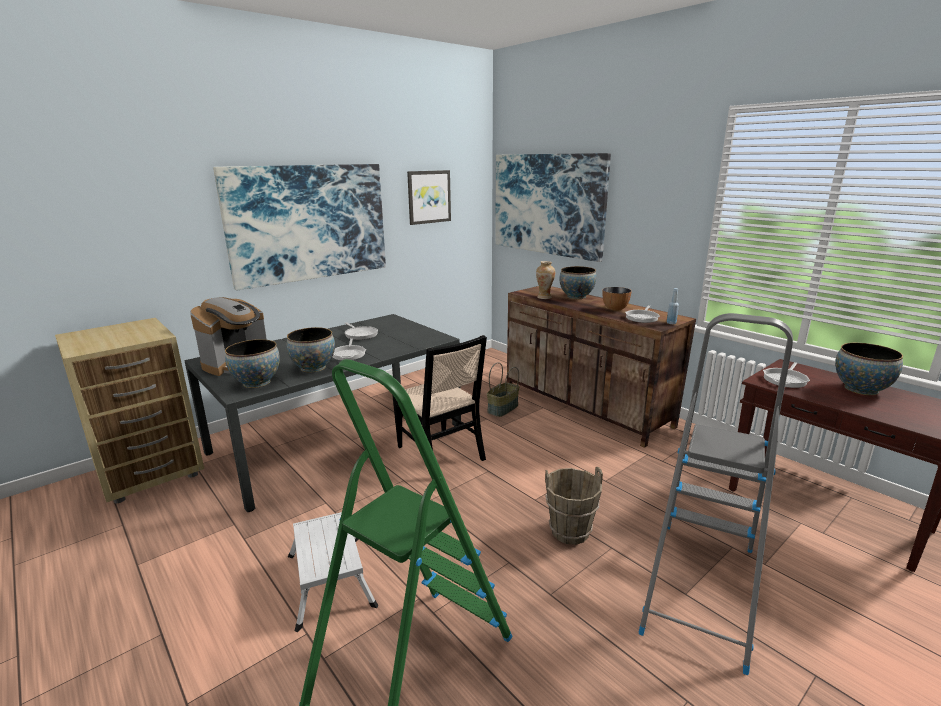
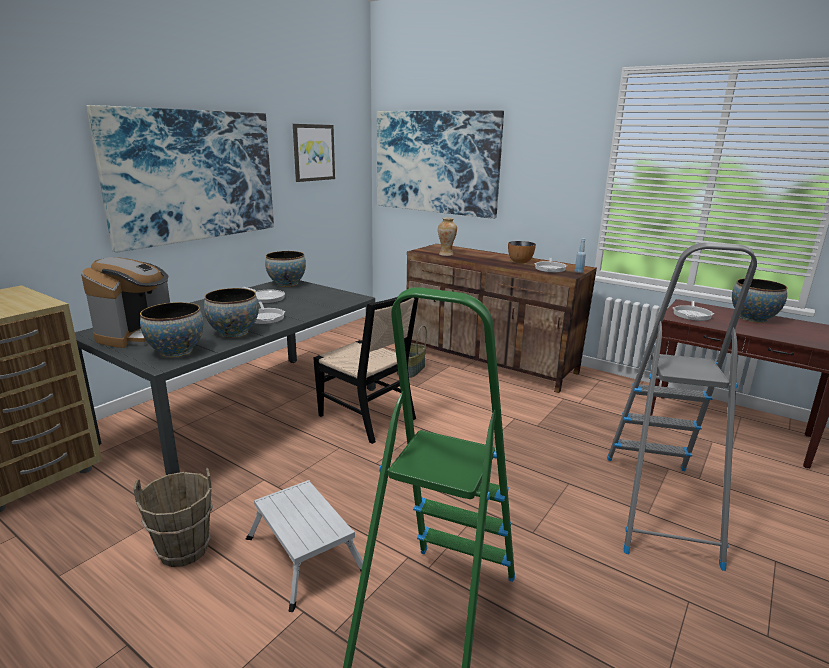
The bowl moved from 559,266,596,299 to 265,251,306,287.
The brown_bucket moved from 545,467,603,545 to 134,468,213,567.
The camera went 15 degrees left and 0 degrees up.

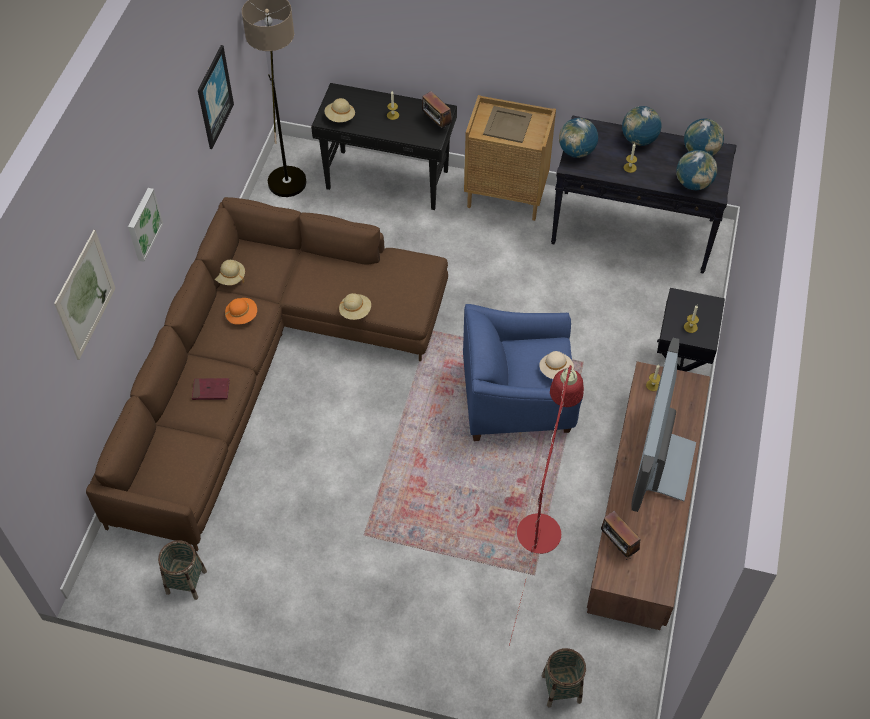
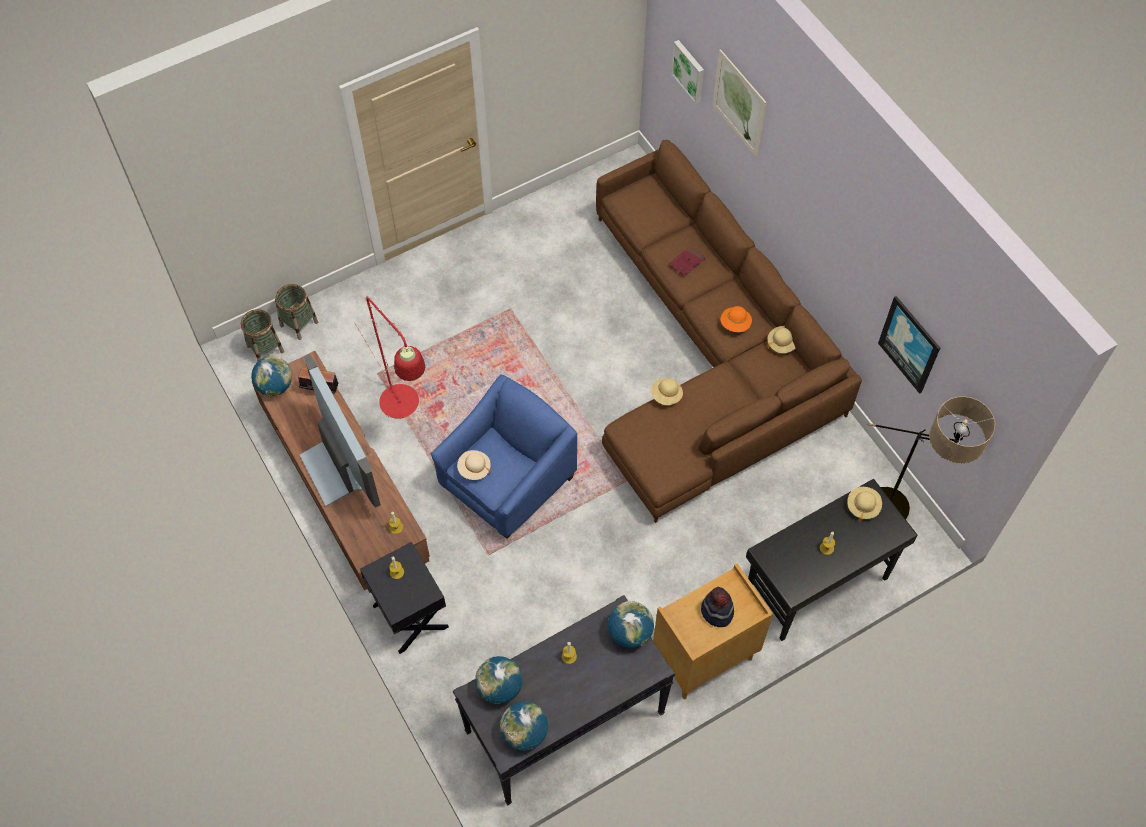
The radio at 422,91,452,129 disappeared.
The beige_tray at 483,106,532,143 was replaced by the hat at 701,587,734,627.
The globe moved from 622,106,661,146 to 251,356,292,396.
The picture moved from 128,188,163,262 to 671,40,704,104.
The basket moved from 158,540,207,600 to 241,309,284,361.
The camera went 135 degrees right and 5 degrees up.

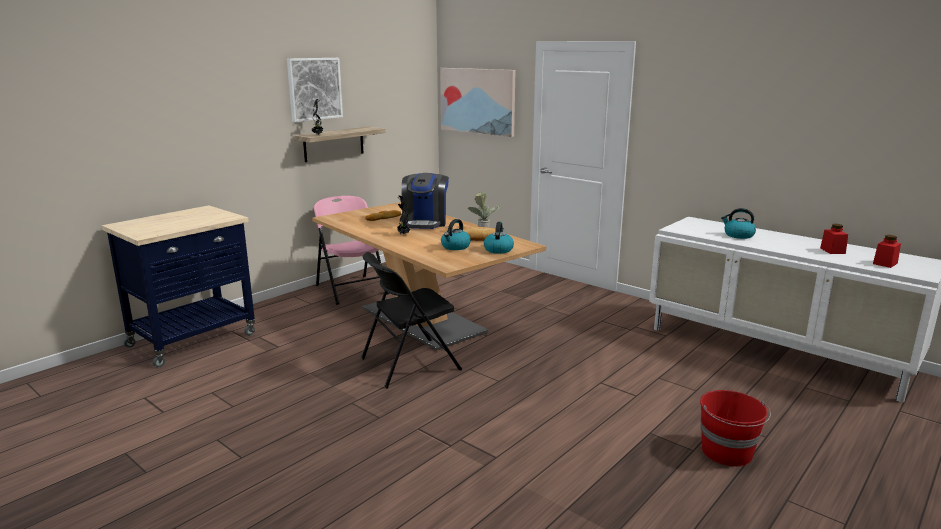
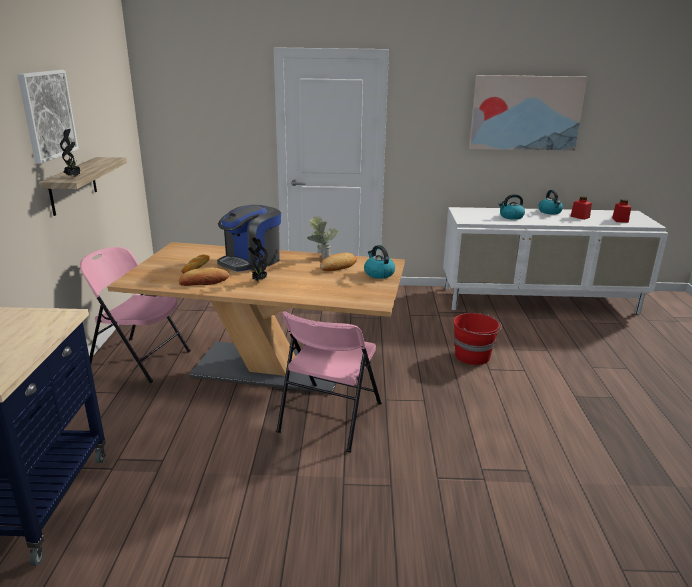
The picture moved from 440,68,515,137 to 469,75,588,151.
The coffee_machine at 401,173,449,229 turned 75 degrees clockwise.
The kettle moved from 441,219,471,250 to 538,190,563,214.
The black_chair at 361,252,462,389 became the pink_chair at 276,312,382,453.
The red_bucket moved from 700,390,771,467 to 453,313,502,365.
The bread at 179,267,229,286 appeared.
The camera went 40 degrees left and 5 degrees up.

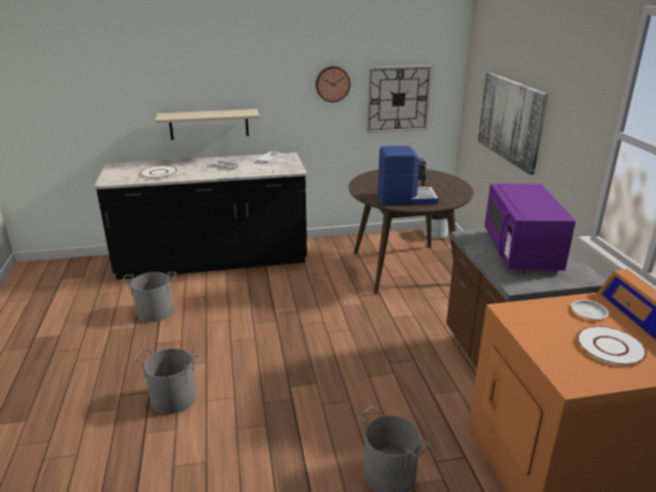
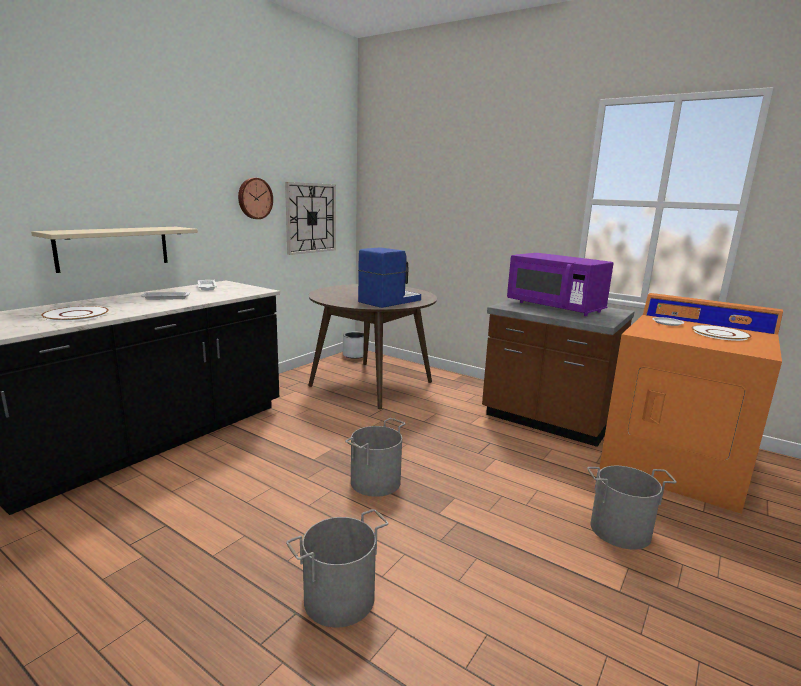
The picture at 478,72,548,175 disappeared.
The grey_bucket moved from 122,272,176,322 to 345,418,406,497.
The camera went 45 degrees left and 10 degrees down.

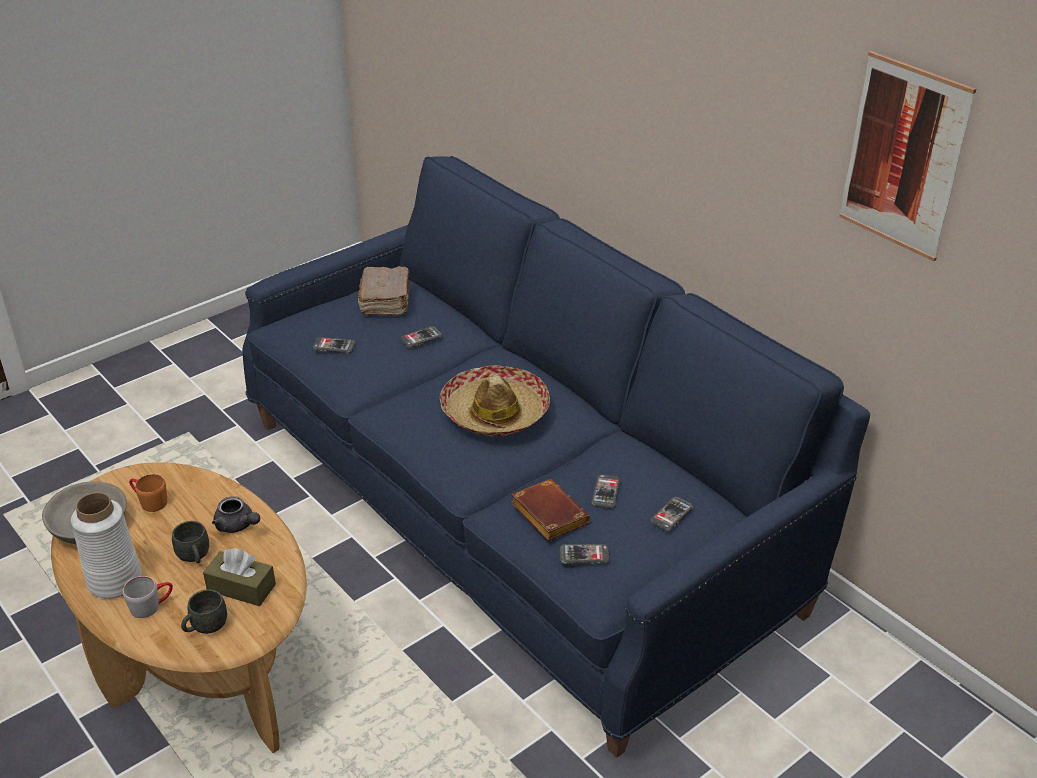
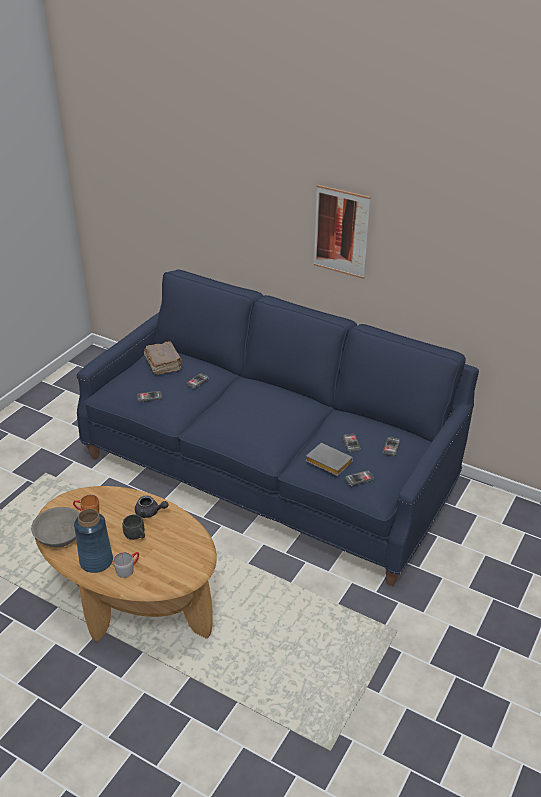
The picture moved from 839,51,976,261 to 314,185,371,279.
The hat at 440,365,550,436 disappeared.
The brown_book at 511,479,590,541 became the grey_book at 305,443,353,476.
The white_vase at 71,493,142,599 became the blue_vase at 74,509,113,573.
The brown_tissue_box at 203,548,276,606 disappeared.
The grey_mug at 181,589,227,634 disappeared.
The camera went 20 degrees left and 0 degrees up.

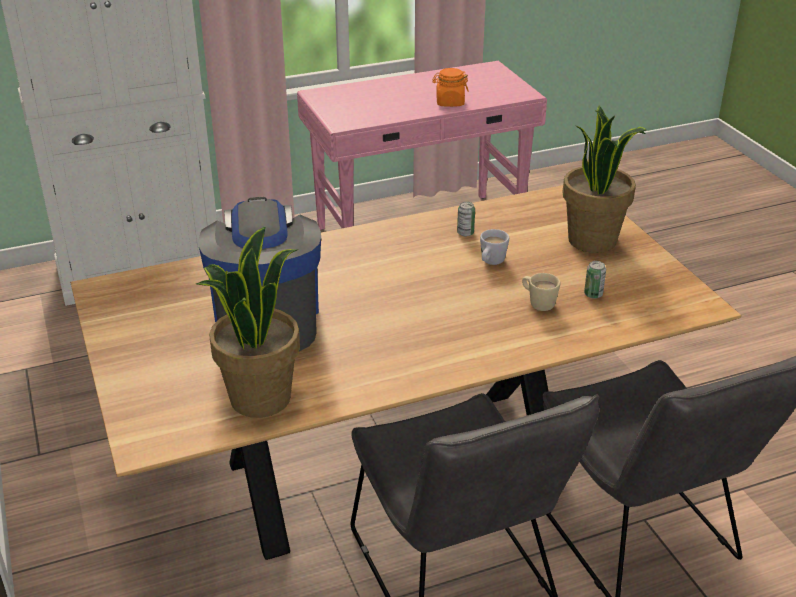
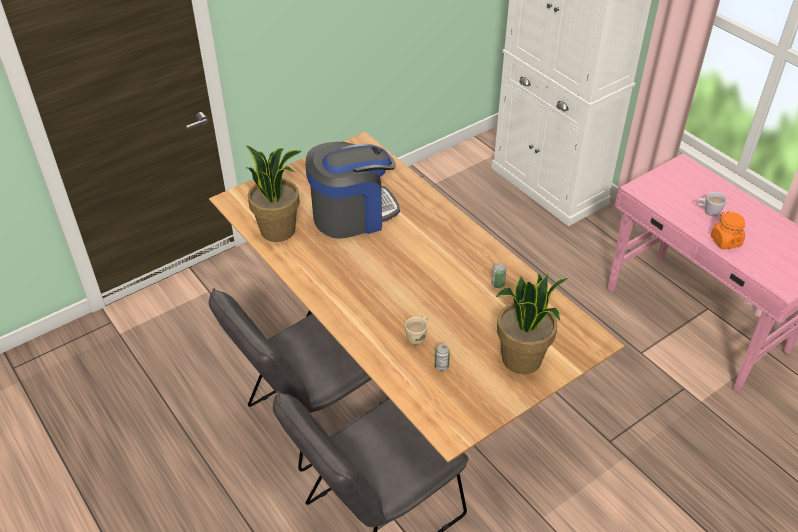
The white_mug moved from 480,229,509,265 to 697,192,727,216.
The camera went 75 degrees right and 10 degrees up.

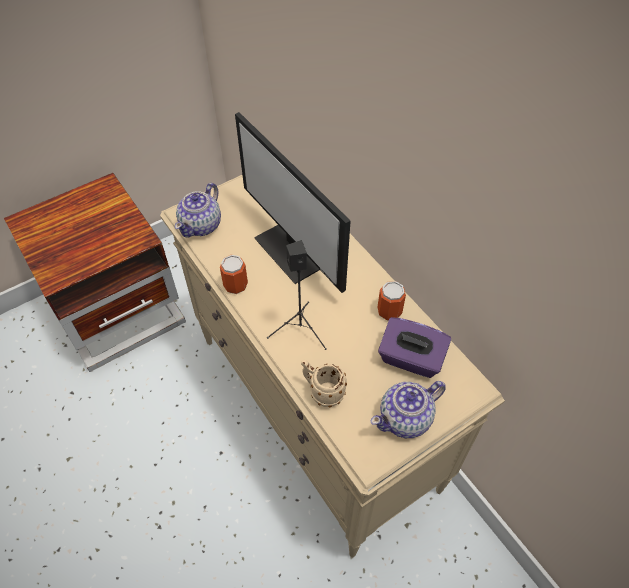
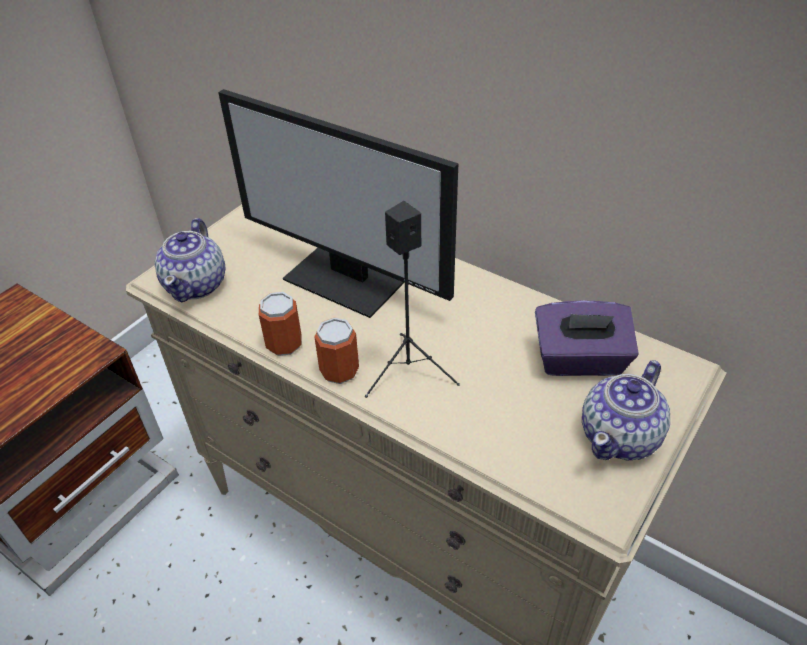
The can moved from 377,281,406,321 to 314,317,359,384.
The beige_mug at 301,360,347,407 disappeared.
The camera went 20 degrees left and 10 degrees down.

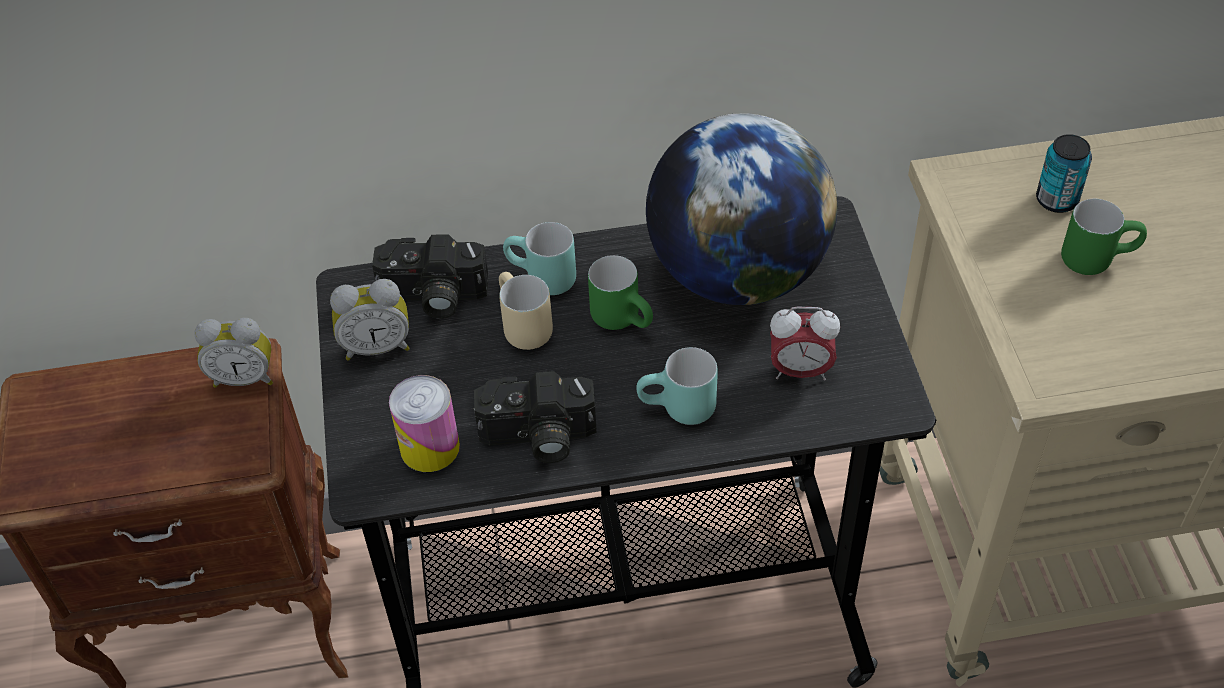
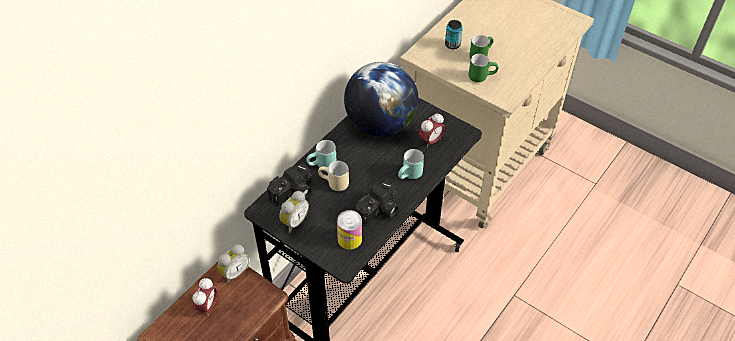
The green_mug moved from 588,255,653,330 to 469,54,498,82.
The alarm_clock at 192,278,217,316 appeared.
The camera went 45 degrees left and 0 degrees up.

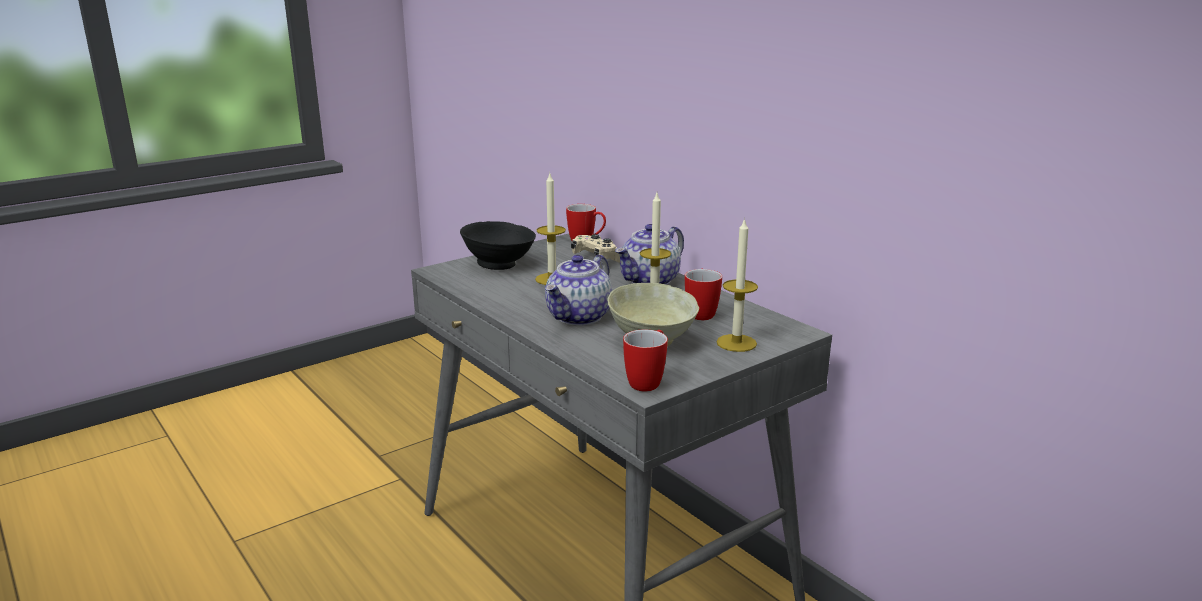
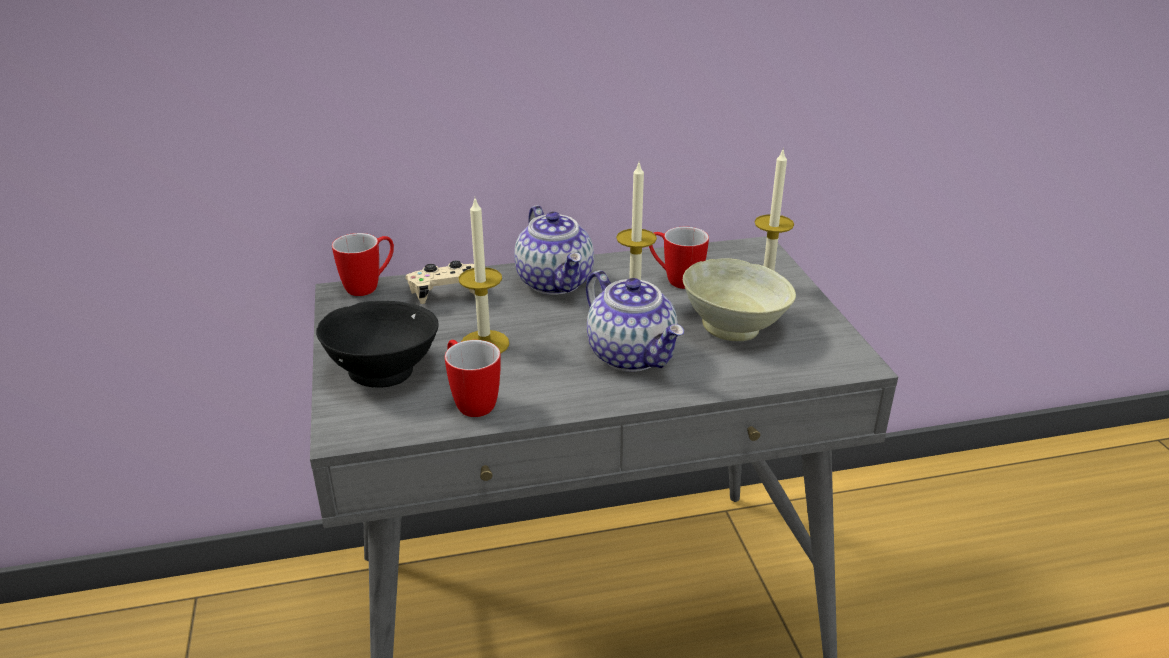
The mug moved from 623,329,668,391 to 445,340,501,417.
The camera went 65 degrees left and 10 degrees up.

